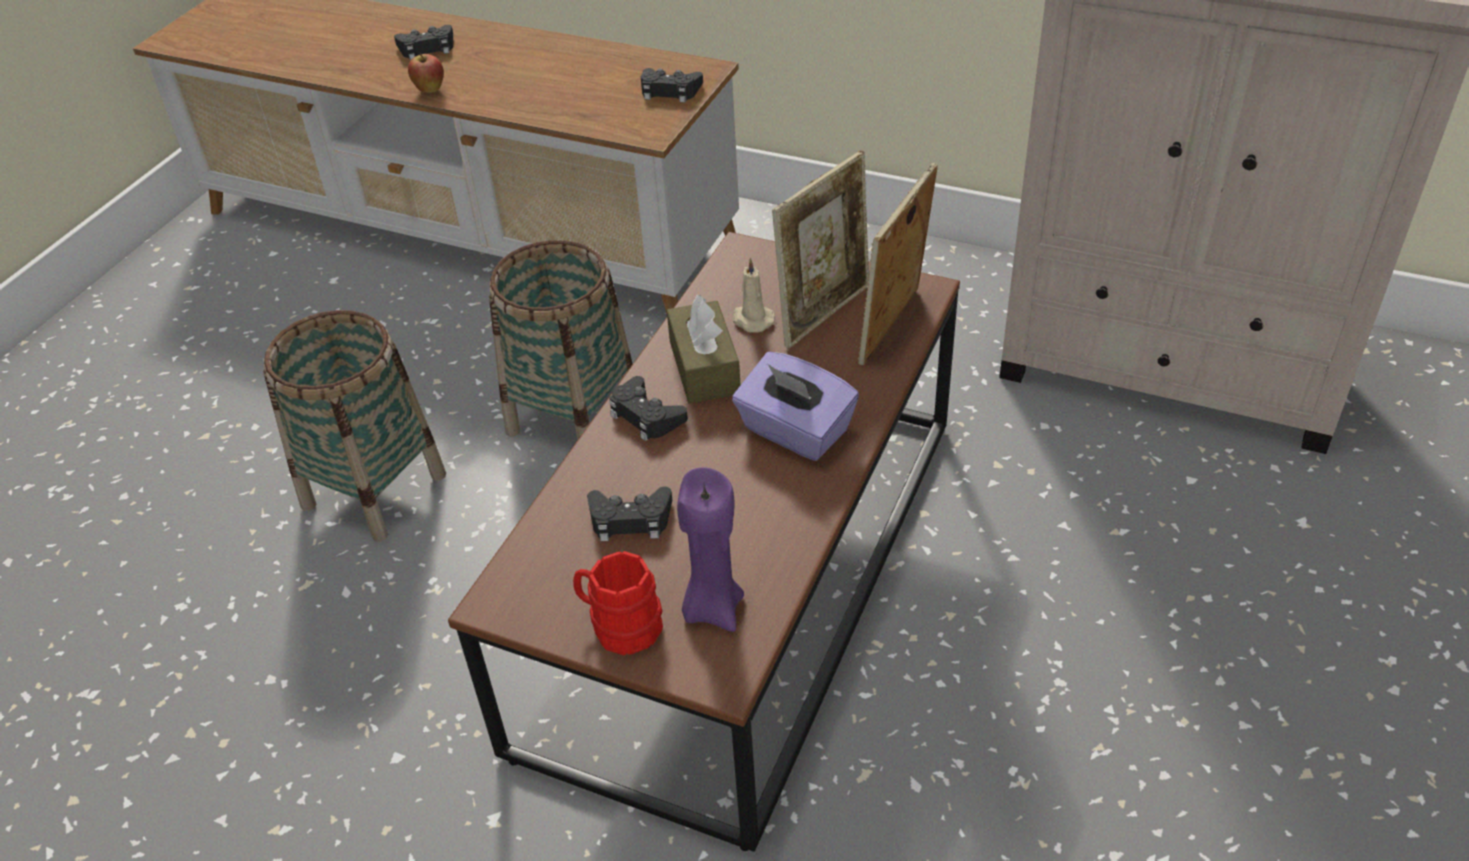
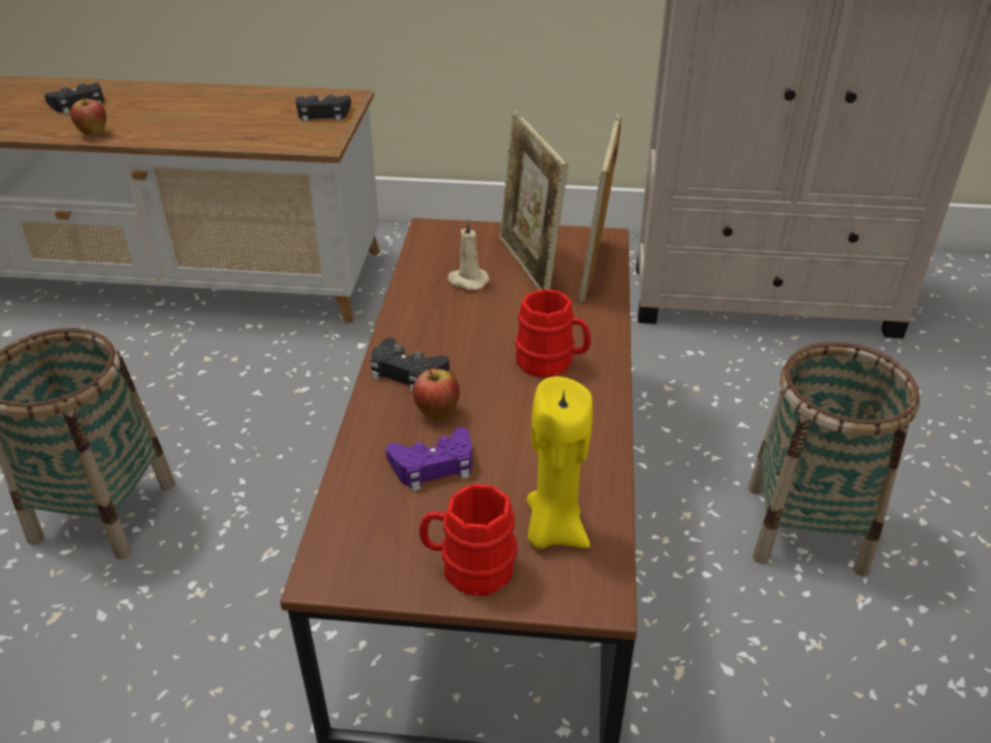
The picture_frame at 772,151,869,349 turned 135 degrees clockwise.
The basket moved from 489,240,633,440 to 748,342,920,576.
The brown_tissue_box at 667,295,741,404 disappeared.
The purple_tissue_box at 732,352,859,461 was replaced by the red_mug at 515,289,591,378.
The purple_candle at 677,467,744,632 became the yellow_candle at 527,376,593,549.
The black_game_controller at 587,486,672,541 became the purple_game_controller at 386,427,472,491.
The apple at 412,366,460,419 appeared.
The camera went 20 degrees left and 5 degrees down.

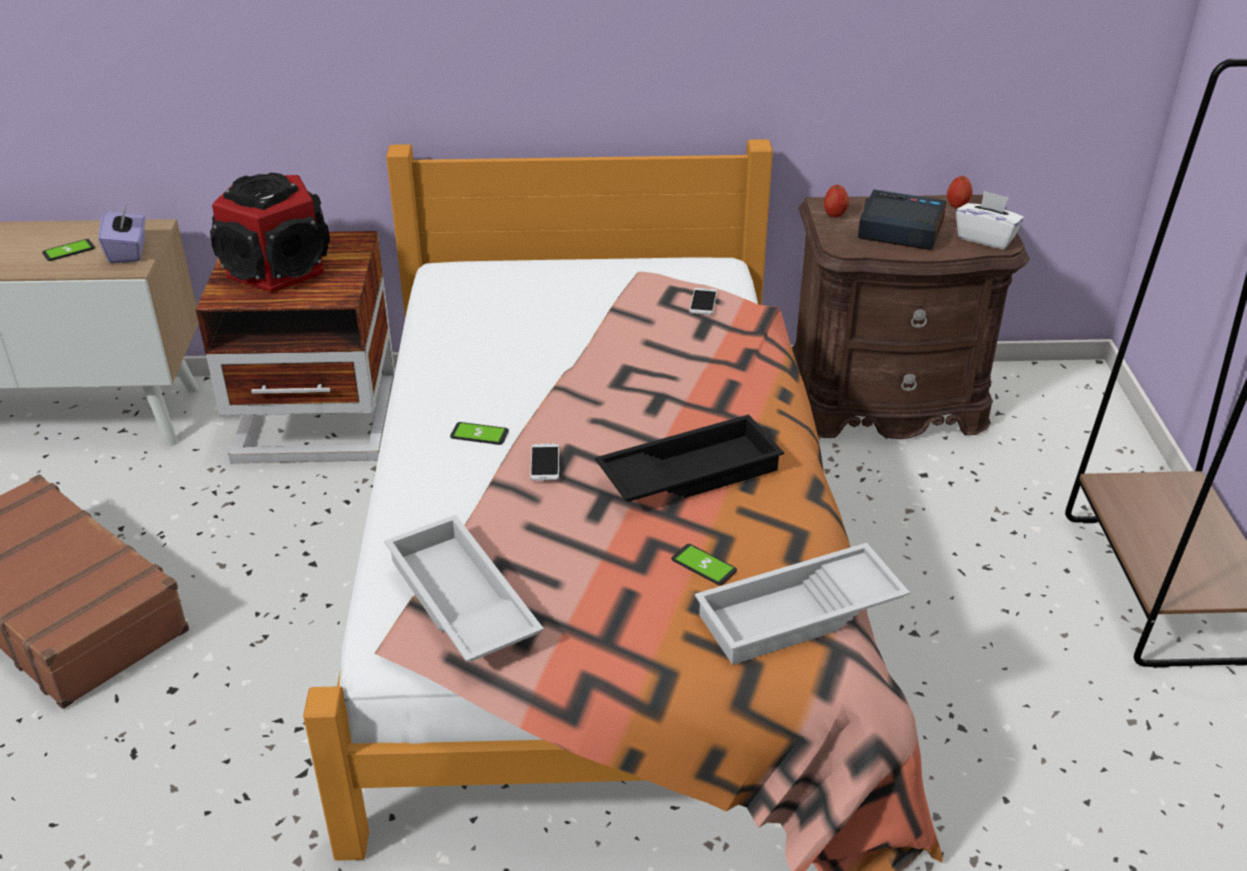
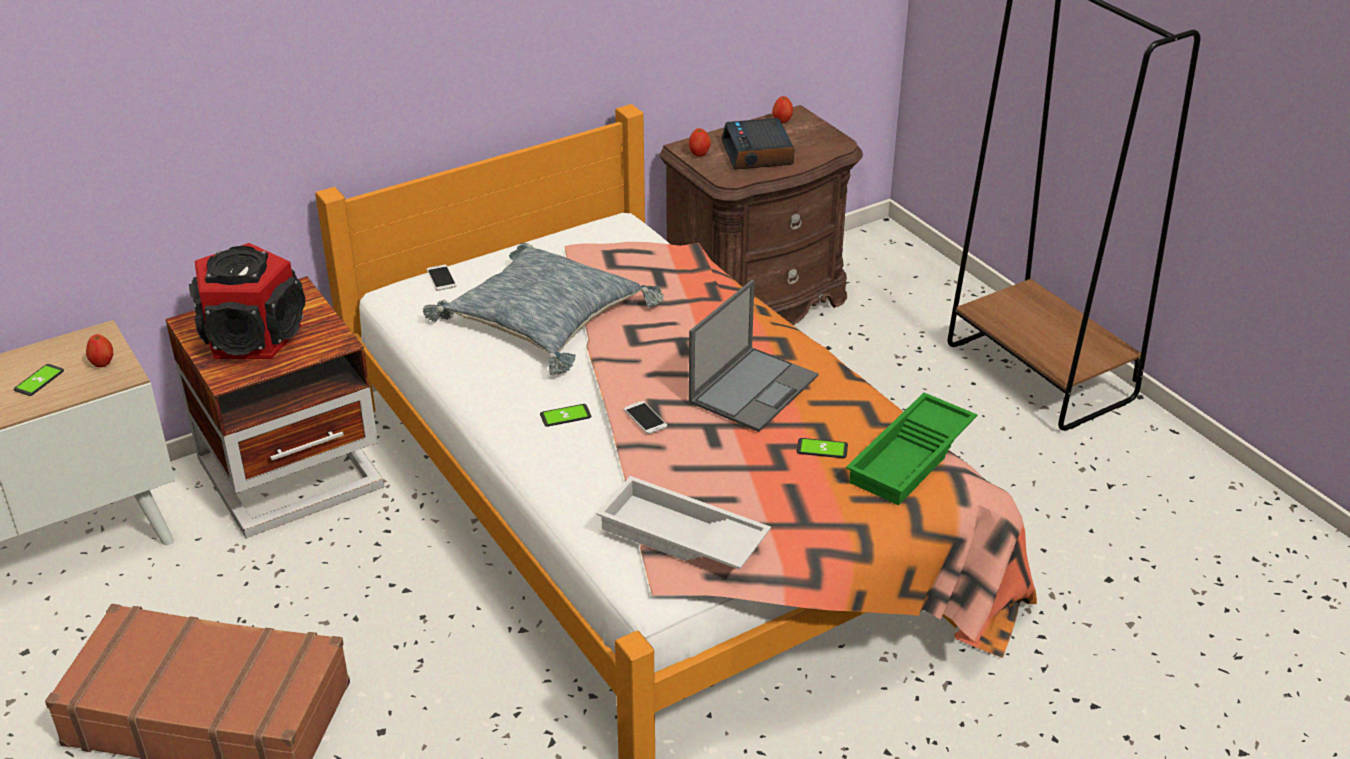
The alarm_clock at 858,189,946,250 turned 90 degrees counterclockwise.
The white_tissue_box at 956,191,1024,249 disappeared.
The purple_tissue_box at 99,204,145,264 was replaced by the apple at 86,334,113,367.
The phone moved from 689,288,717,315 to 427,265,457,291.
The black_tray at 595,414,784,502 was replaced by the laptop at 689,279,818,432.
The white_tray at 695,543,910,665 became the green_tray at 846,393,978,505.
The pillow at 423,243,664,375 appeared.
The camera went 30 degrees left and 0 degrees up.

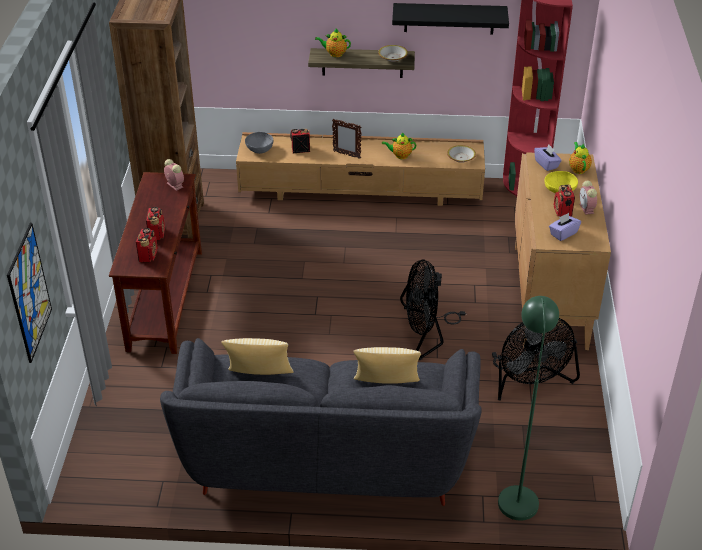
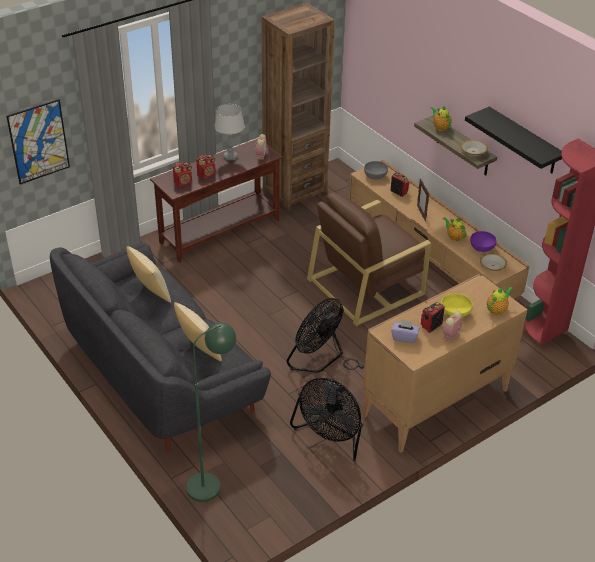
The purple_tissue_box at 534,144,562,171 disappeared.
The grey_table_lamp at 214,104,245,160 appeared.
The brown_armchair at 307,192,431,326 appeared.
The purple_bowl at 470,231,497,252 appeared.
The camera went 50 degrees right and 0 degrees up.

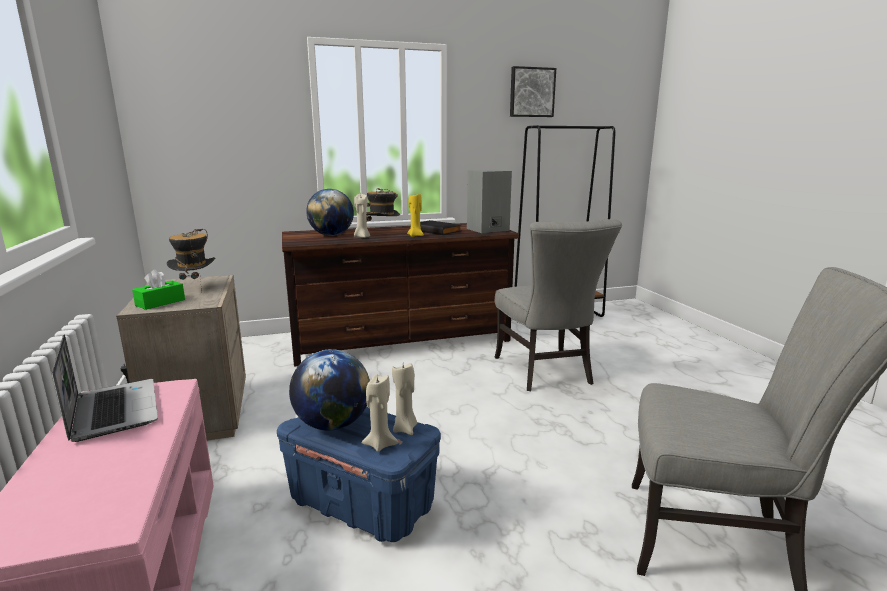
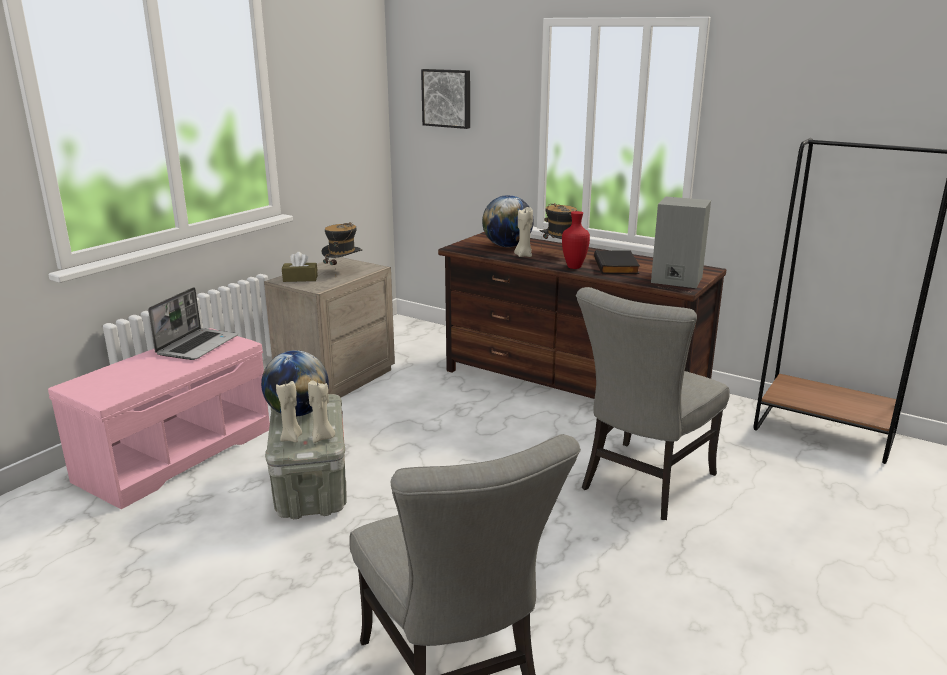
The picture moved from 510,66,556,117 to 421,69,470,129.
The yellow_candle at 407,194,424,237 was replaced by the red_vase at 562,211,590,269.
The green_tissue_box at 132,269,185,310 became the brown_tissue_box at 282,252,318,282.
The blue_storage_box at 277,407,441,542 became the grey_storage_box at 265,394,347,519.
The camera went 50 degrees right and 5 degrees up.

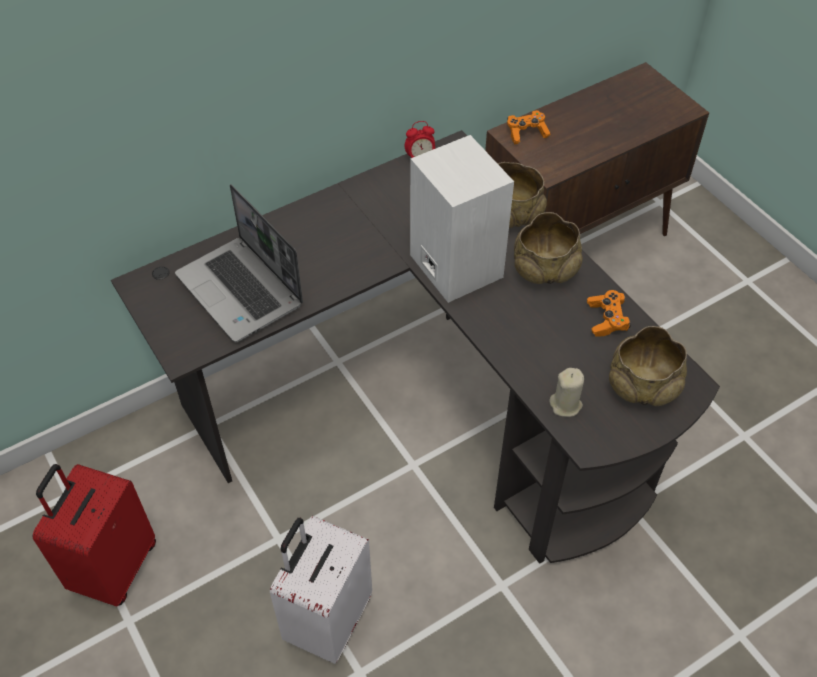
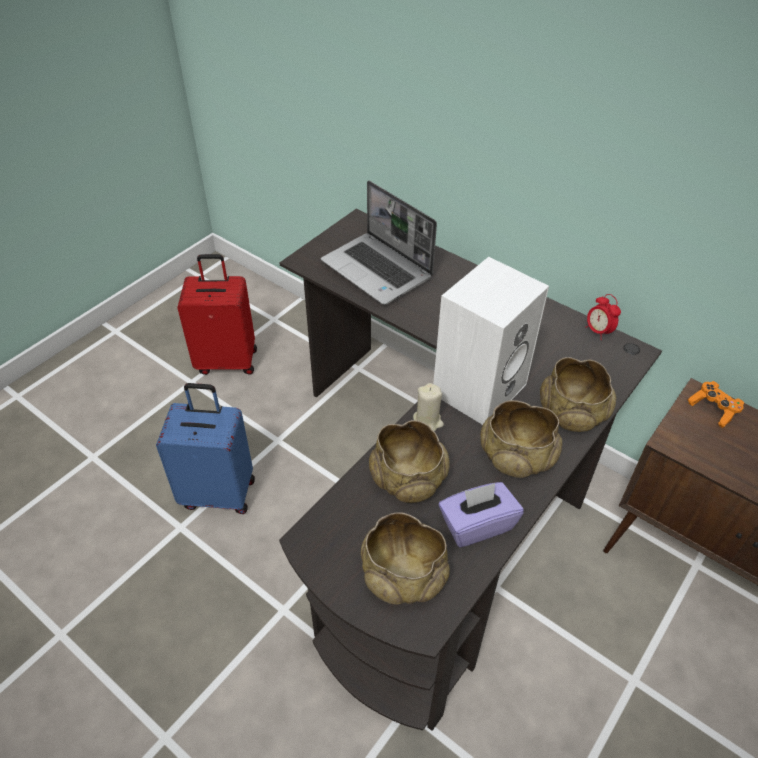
The laptop at 175,184,303,342 turned 75 degrees counterclockwise.
The orange_game_controller at 587,290,631,336 was replaced by the purple_tissue_box at 439,482,524,548.
The beige_candle moved from 549,368,584,417 to 413,383,444,431.
The white_suitcase at 270,516,372,664 became the blue_suitcase at 156,383,255,514.
The beige_bowl at 369,420,450,503 appeared.
The camera went 70 degrees right and 5 degrees down.

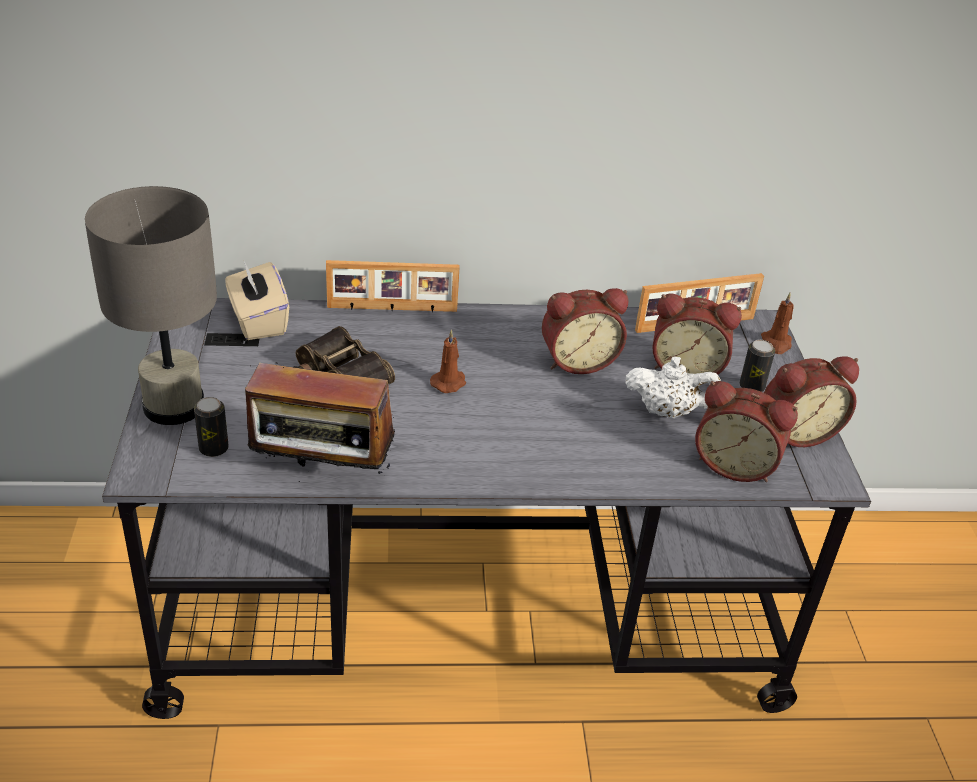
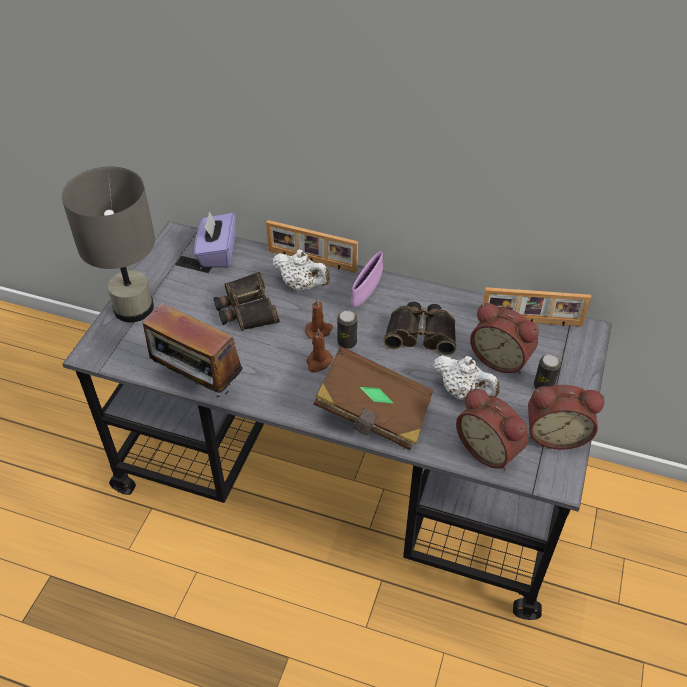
The beige_tissue_box at 225,261,289,340 became the purple_tissue_box at 194,211,236,268.
The alarm_clock at 542,288,628,374 was replaced by the binoculars at 384,301,456,355.
The brown_candle moved from 761,293,793,354 to 306,328,333,373.
The can moved from 194,397,229,457 to 337,310,357,349.
The white_teapot at 272,250,330,291 appeared.
The purple_bowl at 351,251,383,307 appeared.
The brown_book at 313,346,434,450 appeared.
The camera went 25 degrees right and 10 degrees up.

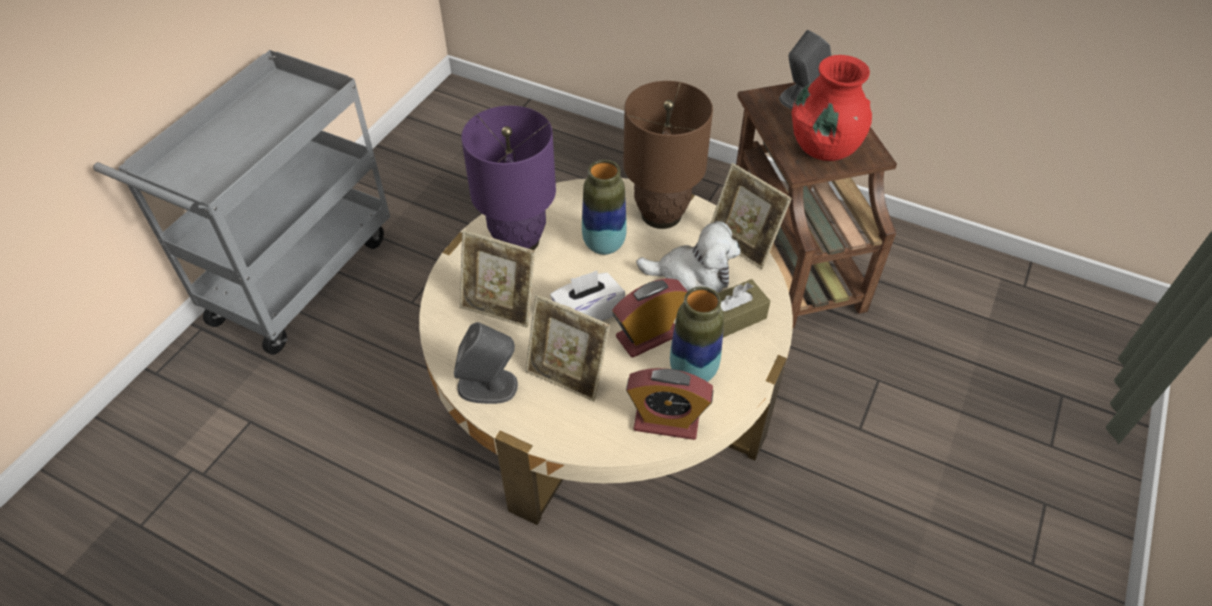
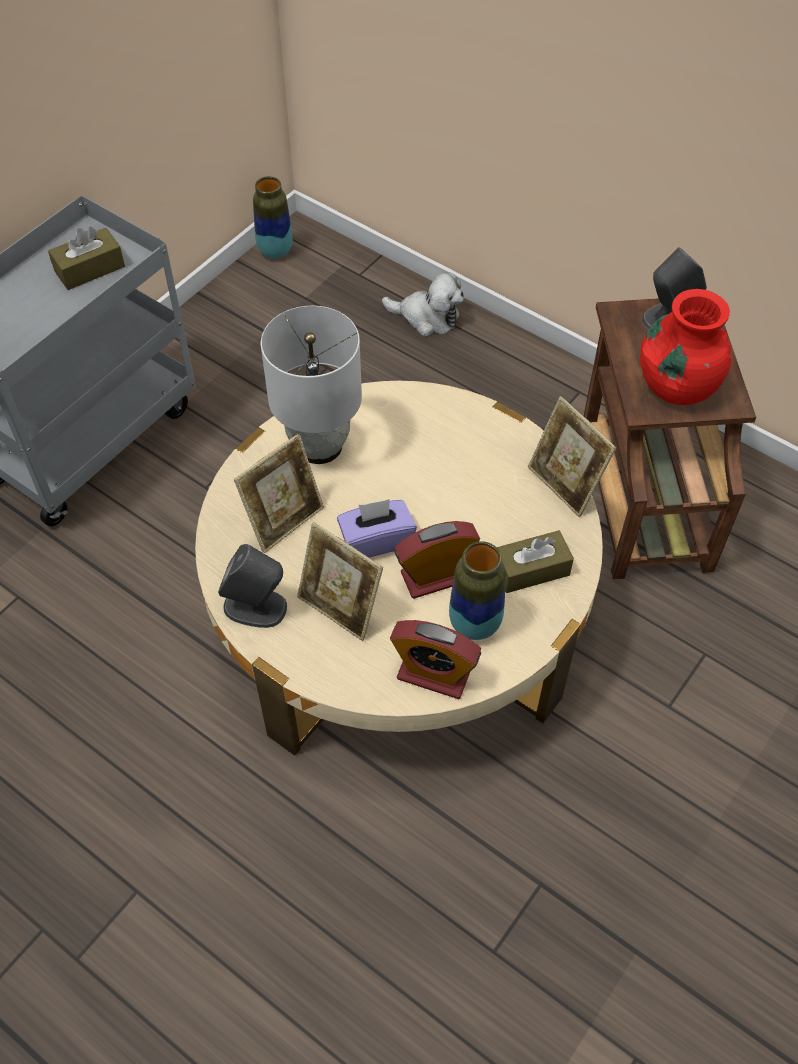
The brown_table_lamp at 623,81,713,229 disappeared.
The purple_table_lamp at 461,106,556,250 became the white_table_lamp at 261,306,362,464.
The vase moved from 582,160,627,255 to 253,176,293,259.
The plush_toy moved from 636,221,741,293 to 382,272,464,336.
The picture_frame at 460,230,535,328 turned 75 degrees counterclockwise.
The white_tissue_box at 550,270,625,321 became the purple_tissue_box at 337,499,417,558.
The brown_tissue_box at 48,227,125,290 appeared.
The camera went 10 degrees right and 5 degrees up.

